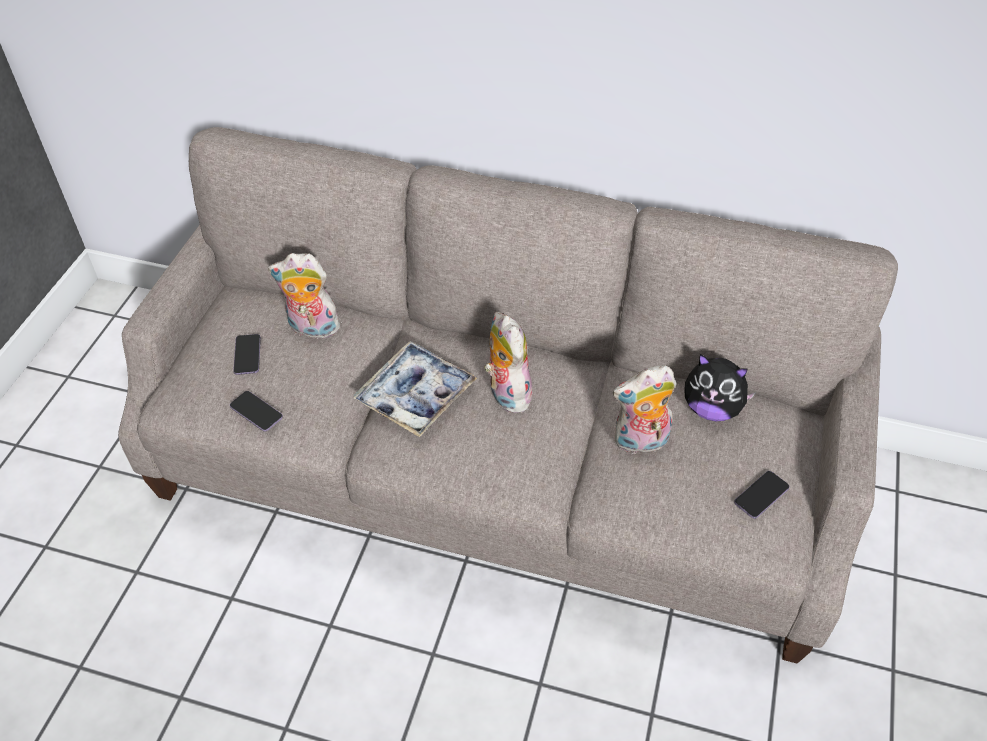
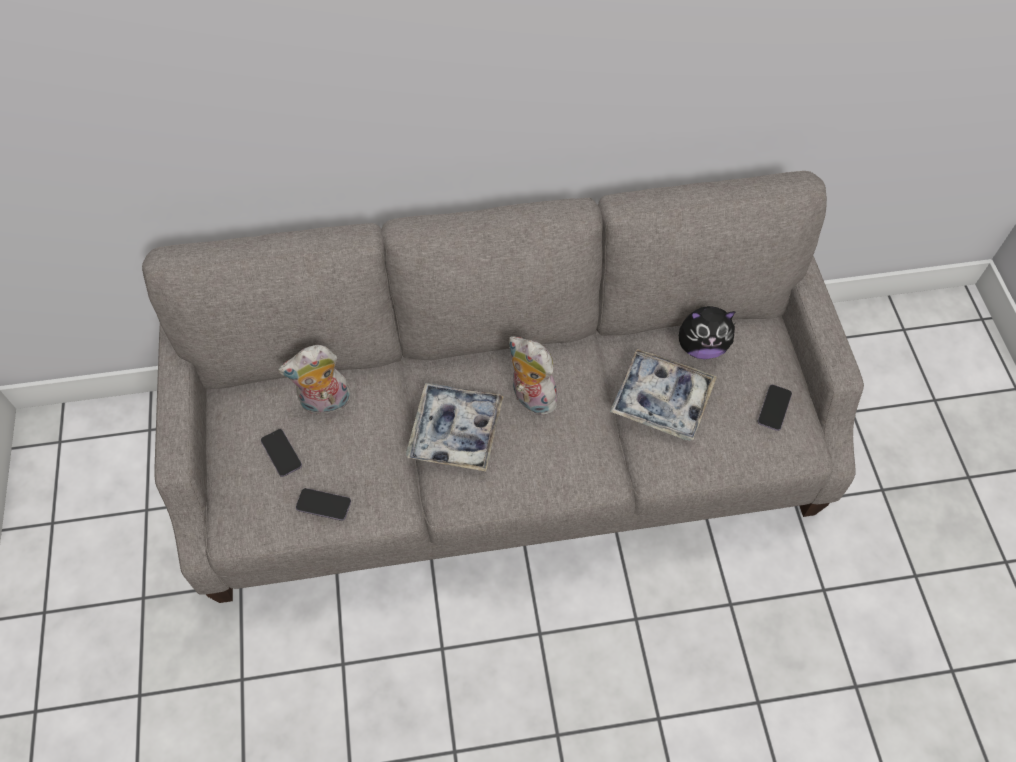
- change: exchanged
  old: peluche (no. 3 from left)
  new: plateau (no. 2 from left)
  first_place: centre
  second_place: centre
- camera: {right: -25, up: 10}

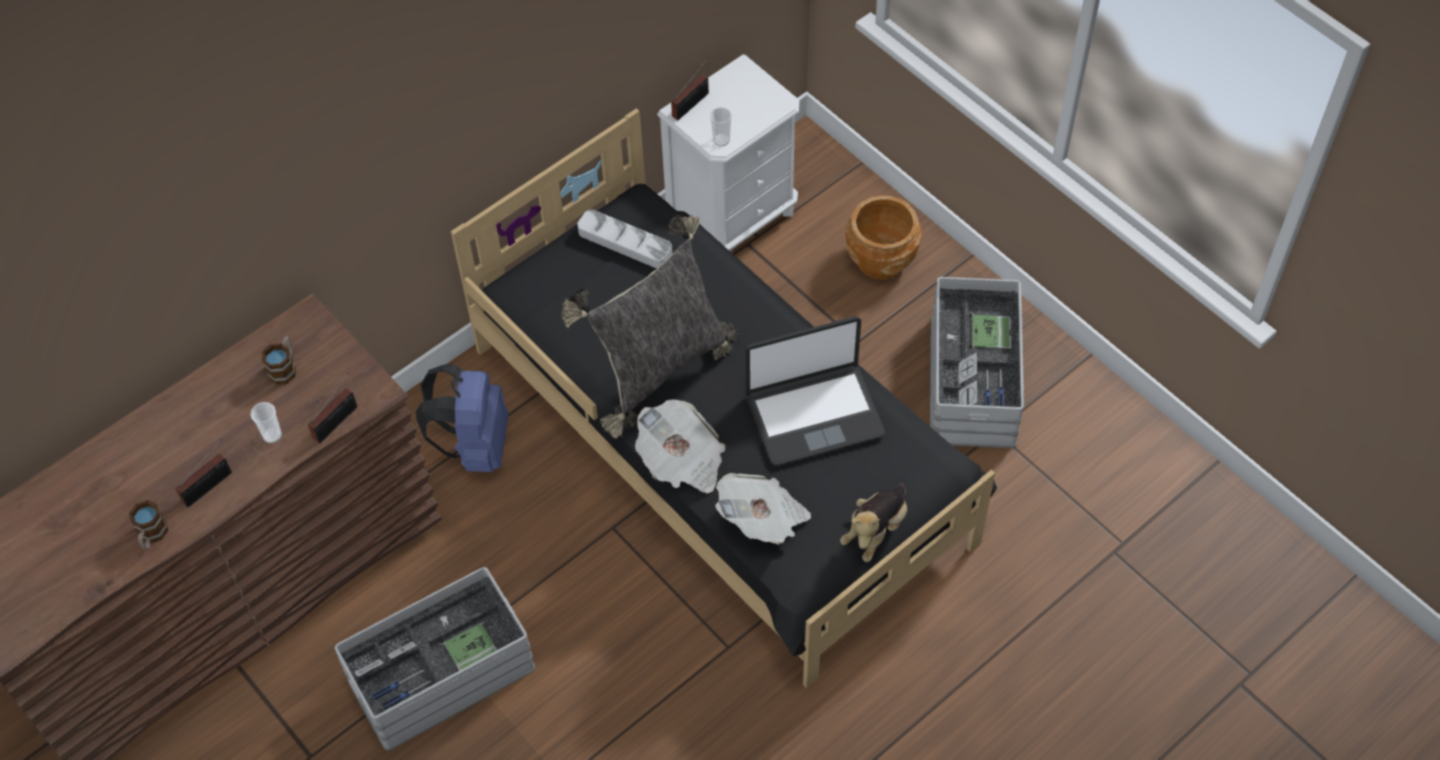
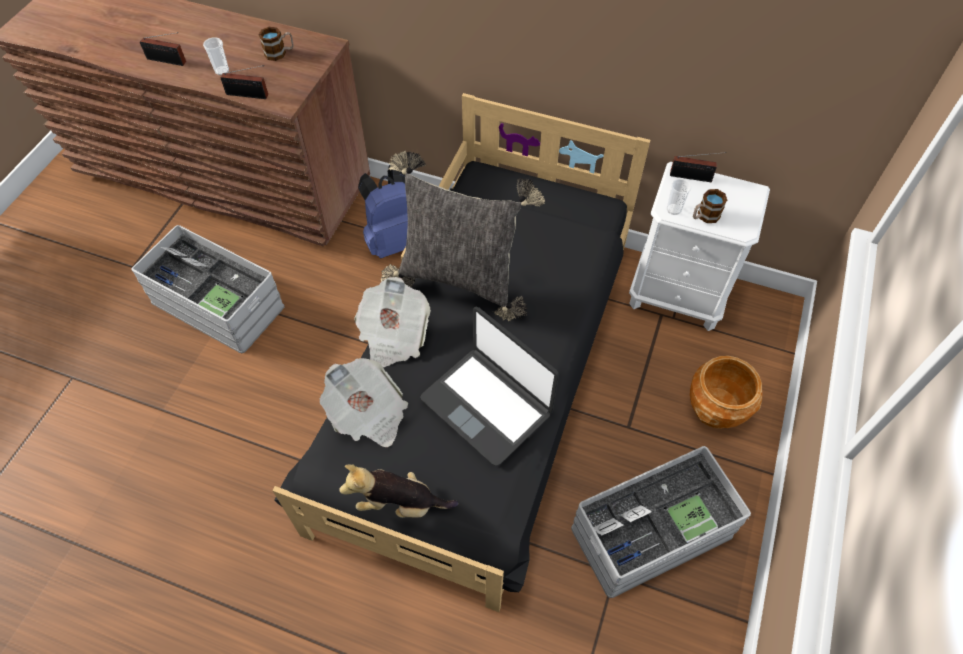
- change: missing
  old: plateau/gris
  first_place: top centre
- change: relocated
  old: mug (no. 1 from left in the first image)
  new: mug (no. 2 from left)
  first_place: bottom left
  second_place: top right
- camera: {right: 60, up: 0}

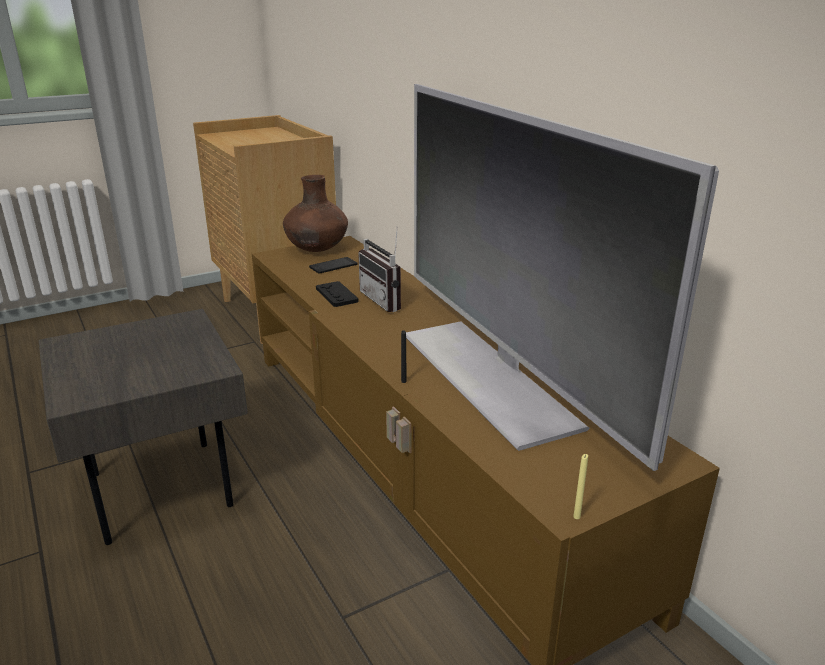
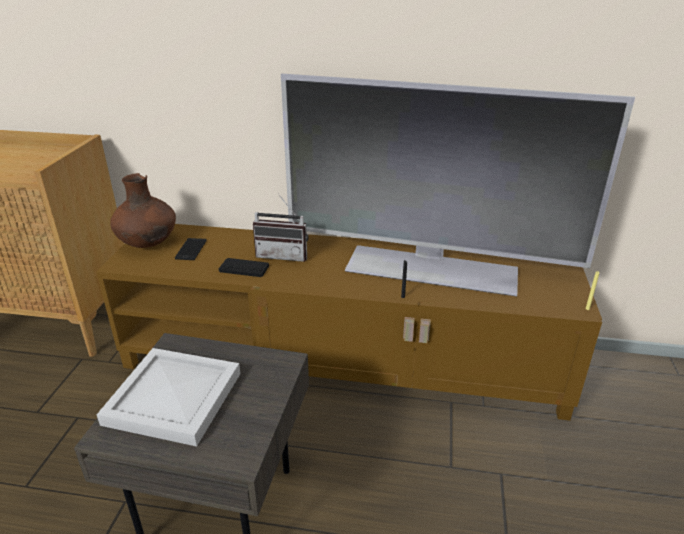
- change: appeared
  new: plateau/blanc
  second_place: bottom left
- camera: {right: -50, up: 5}

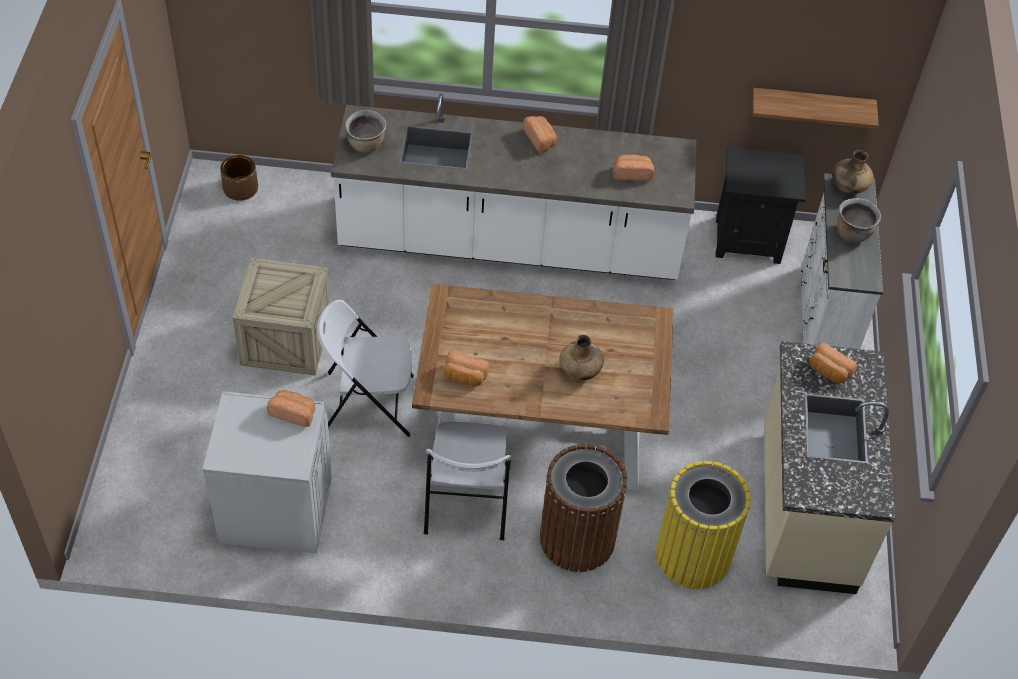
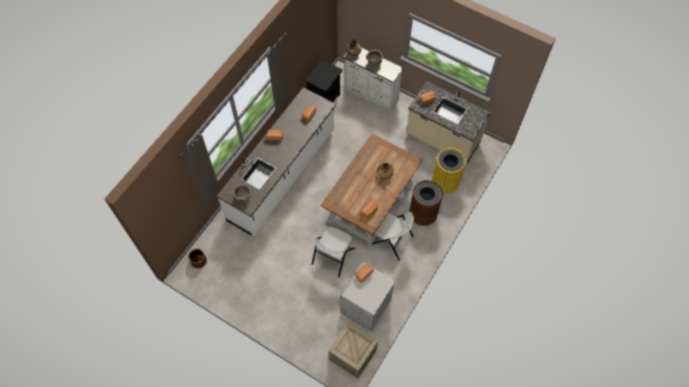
- change: missing
  old: étagère
  first_place: top right
- change: relocated
  old: caisse
  first_place: middle left
  second_place: bottom centre
- camera: {right: -60, up: 10}

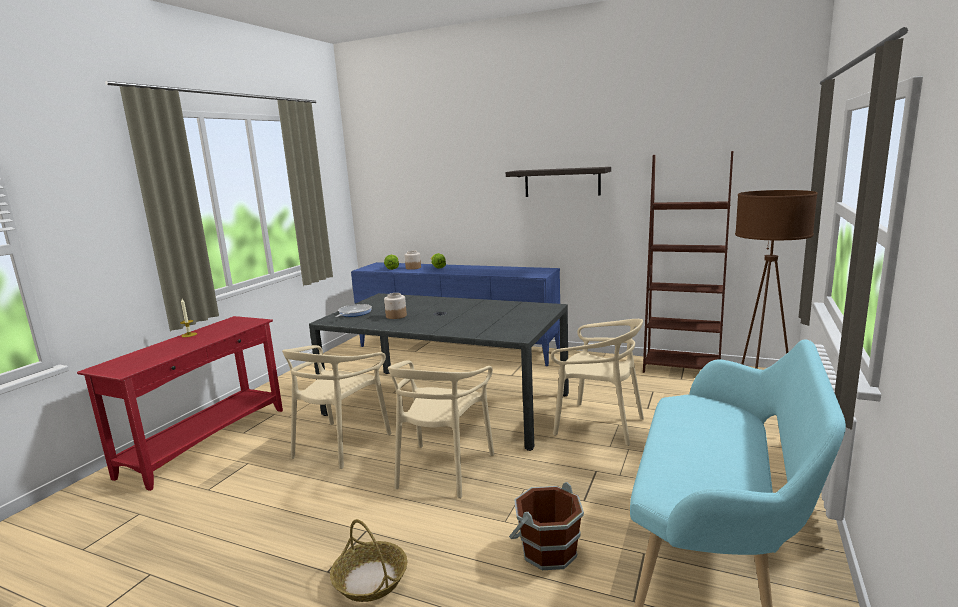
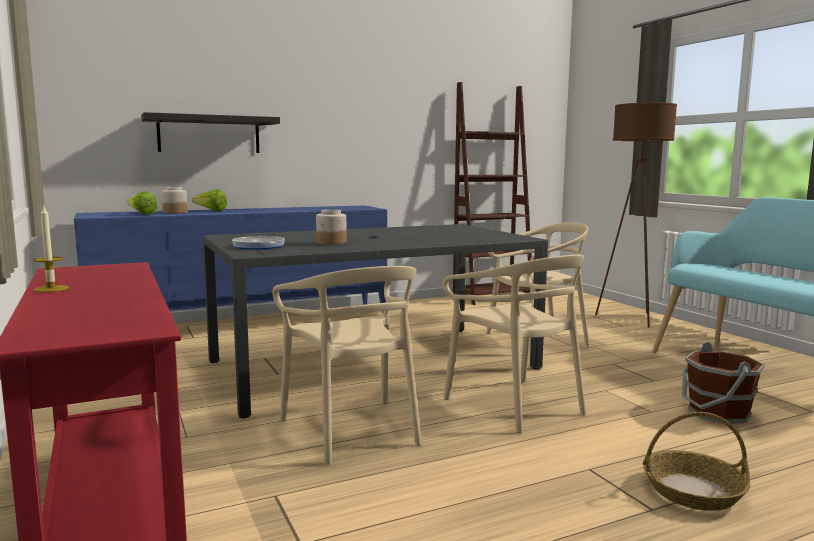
- change: relocated
  old: étagère
  first_place: top centre
  second_place: top left
- camera: {right: -50, up: -5}

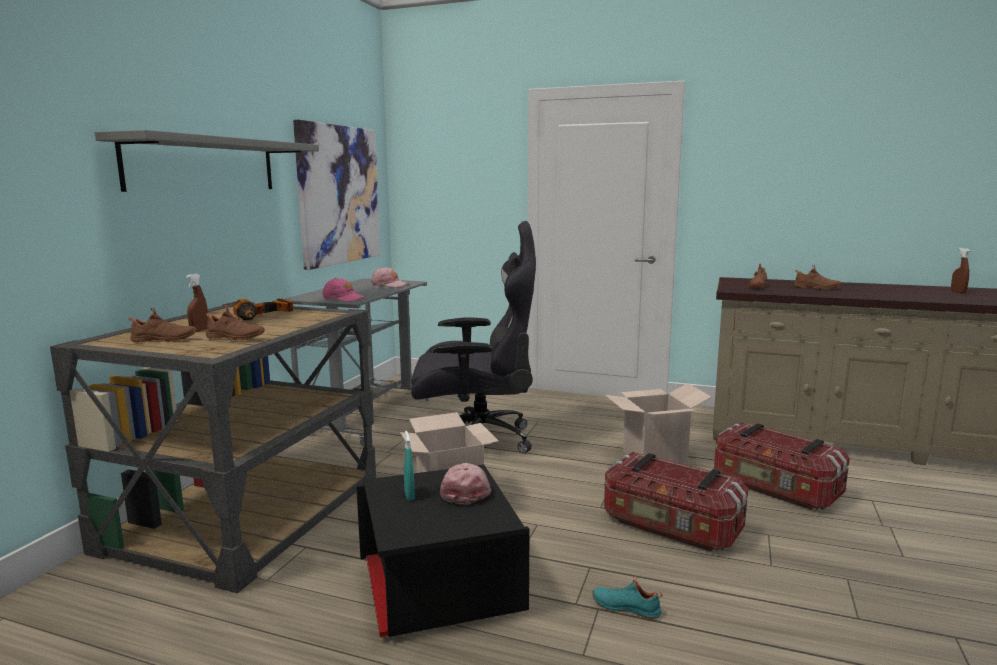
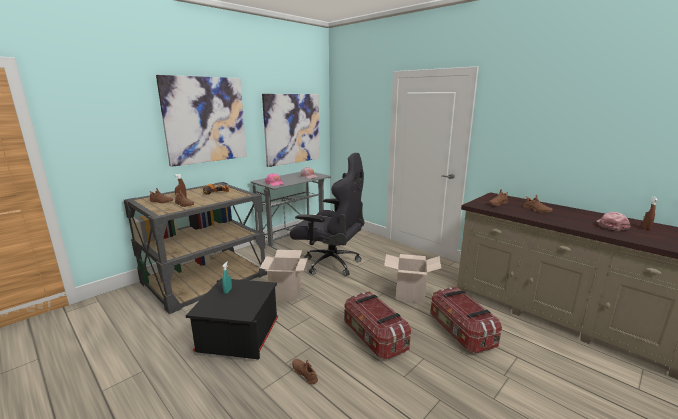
- change: exchanged
  old: étagère/gris
  new: tableau (no. 1 from left)
  first_place: top left
  second_place: top left
- change: relocated
  old: casquette/rose (no. 3 from left)
  first_place: bottom centre
  second_place: middle right
- change: colour
  old: chaussure/turquoise
  new: chaussure/marron (no. 3 from left)
  first_place: bottom centre
  second_place: bottom centre
- camera: {right: 25, up: 5}

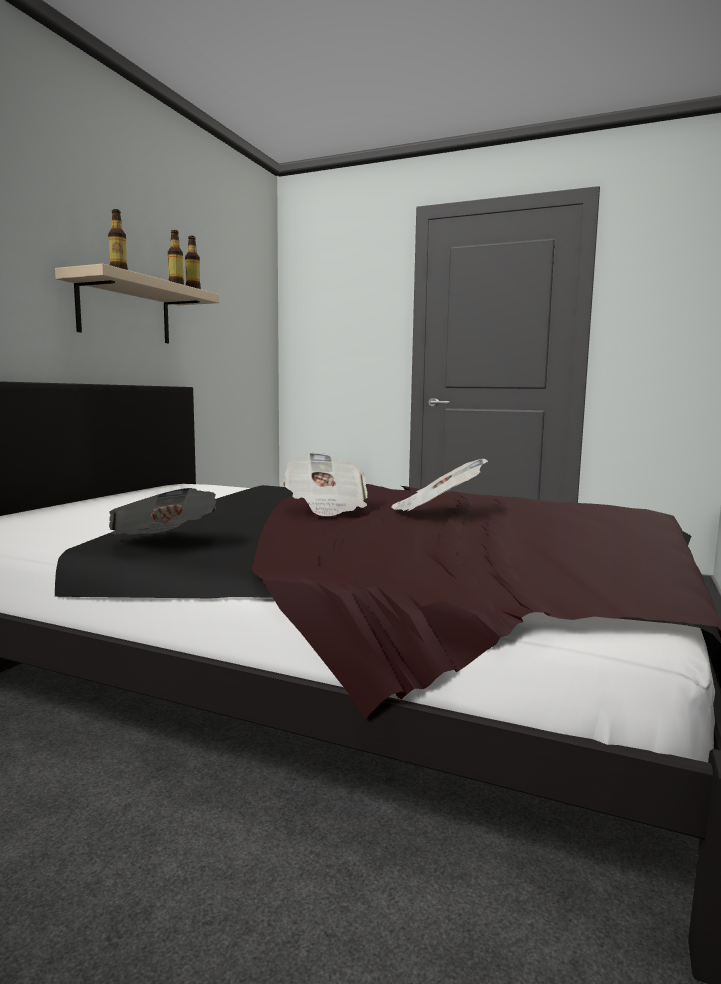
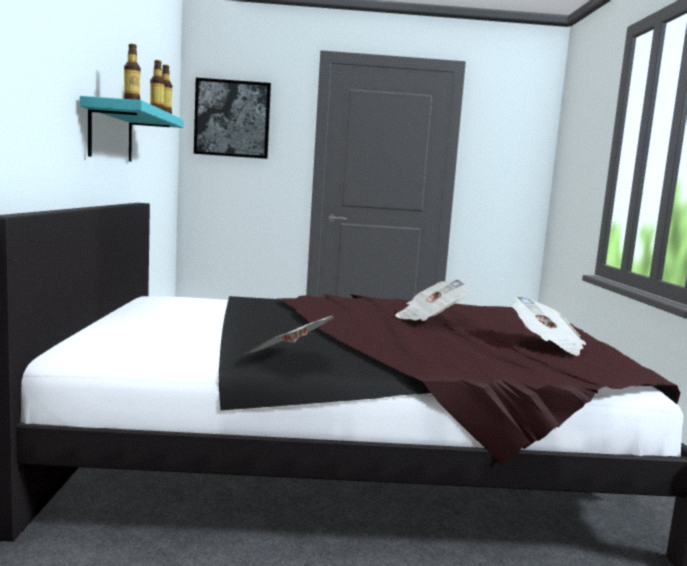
- change: colour
  old: étagère/beige
  new: étagère/turquoise
  first_place: top left
  second_place: top left
- change: relocated
  old: journal (no. 2 from left in the first image)
  new: journal (no. 3 from left)
  first_place: centre
  second_place: middle right
- change: appeared
  new: tableau
  second_place: top centre
- camera: {right: -25, up: 0}

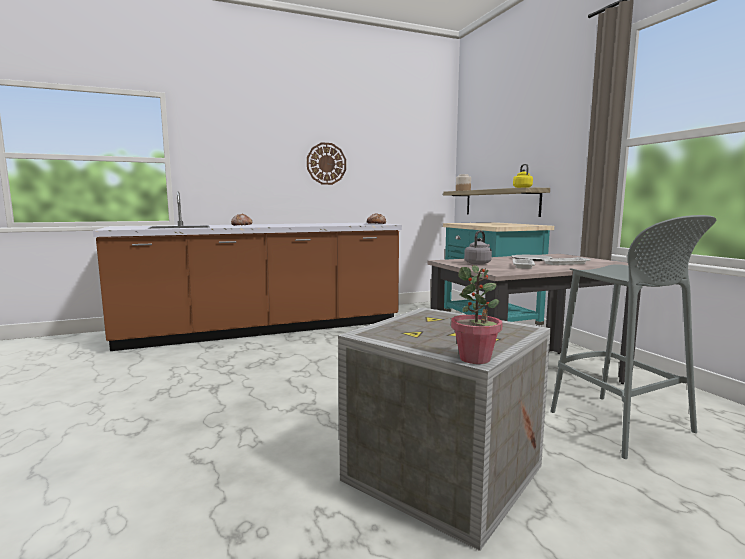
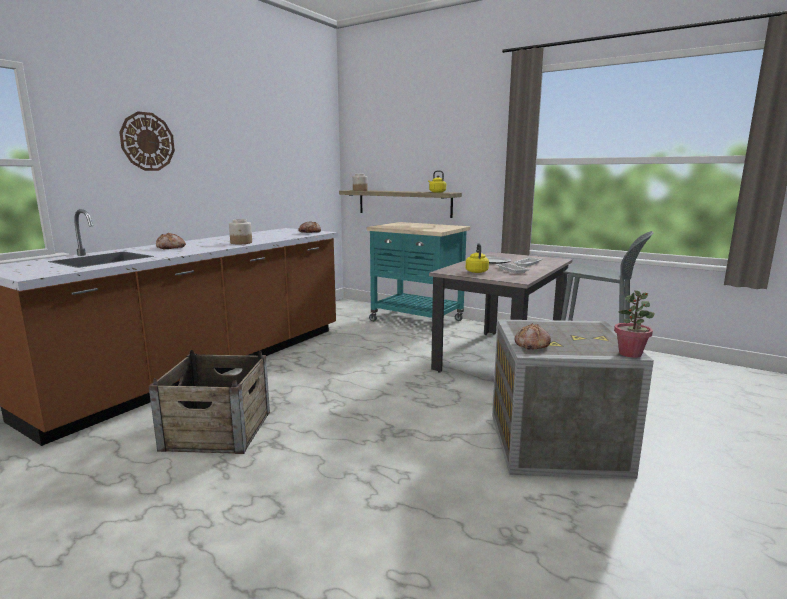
- change: relocated
  old: horloge murale
  first_place: top centre
  second_place: top left
- change: colour
  old: bouilloire/gris
  new: bouilloire/jaune (no. 2 from left)
  first_place: centre
  second_place: centre
- change: appeared
  new: bocal (no. 1 from left)
  second_place: middle left
- change: appeared
  new: pain (no. 3 from left)
  second_place: middle right
- change: appeared
  new: caisse (no. 1 from left)
  second_place: bottom left
- camera: {right: -35, up: 5}

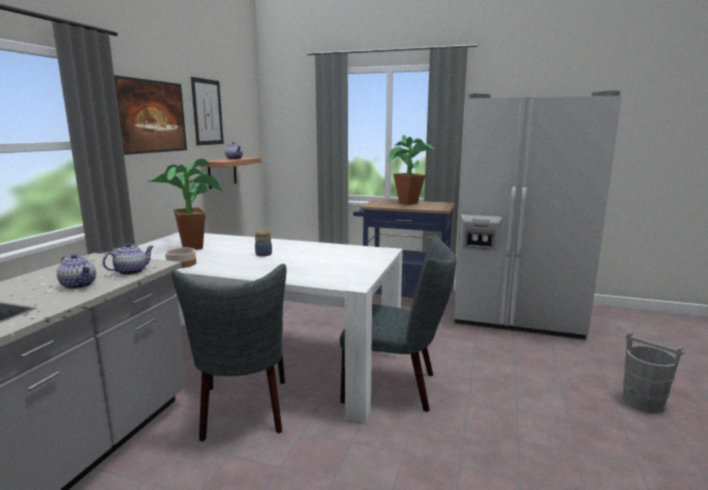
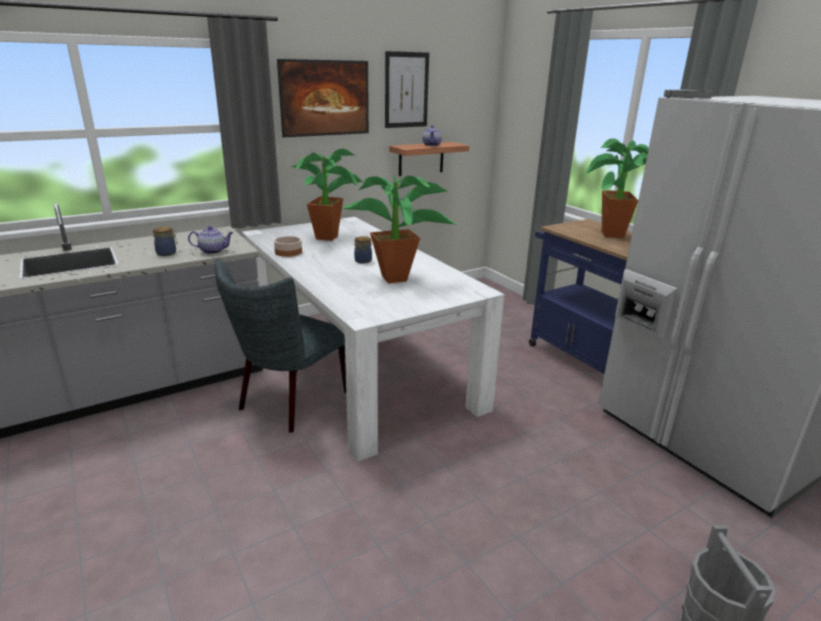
- change: missing
  old: chaise/gris (no. 2 from left)
  first_place: centre
- change: exchanged
  old: théière (no. 1 from left)
  new: bocal (no. 1 from left)
  first_place: middle left
  second_place: middle left
- change: appeared
  new: plante en pot (no. 2 from left)
  second_place: centre
- camera: {right: 40, up: 10}

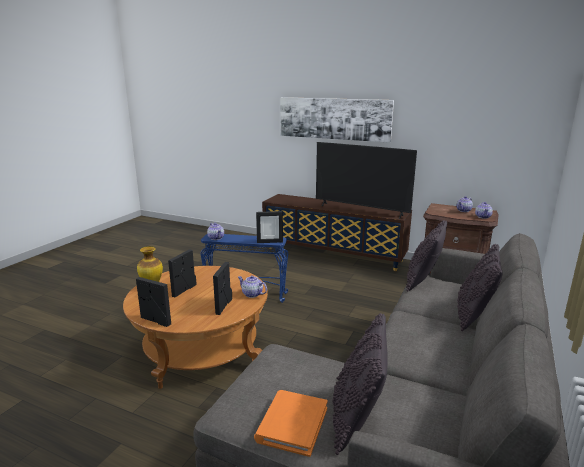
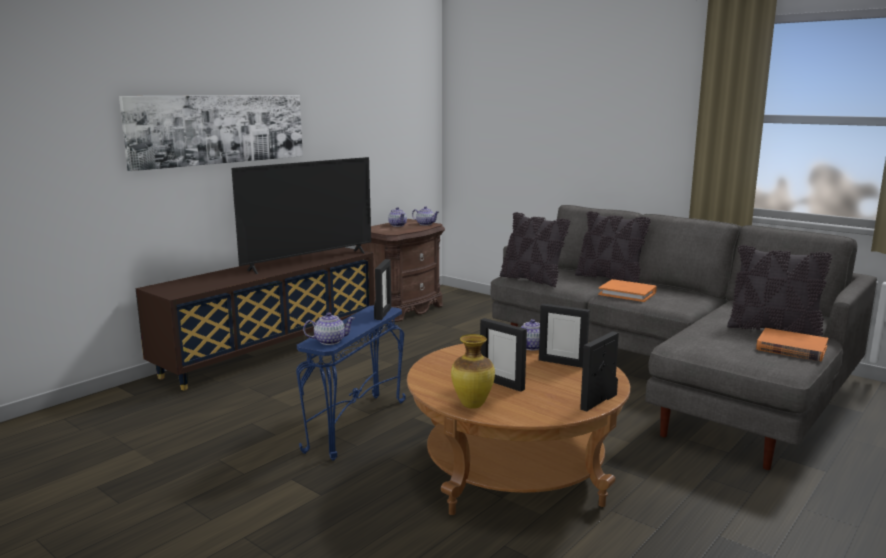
- change: appeared
  new: livre/orange (no. 1 from left)
  second_place: middle right
- camera: {right: -75, up: -5}

